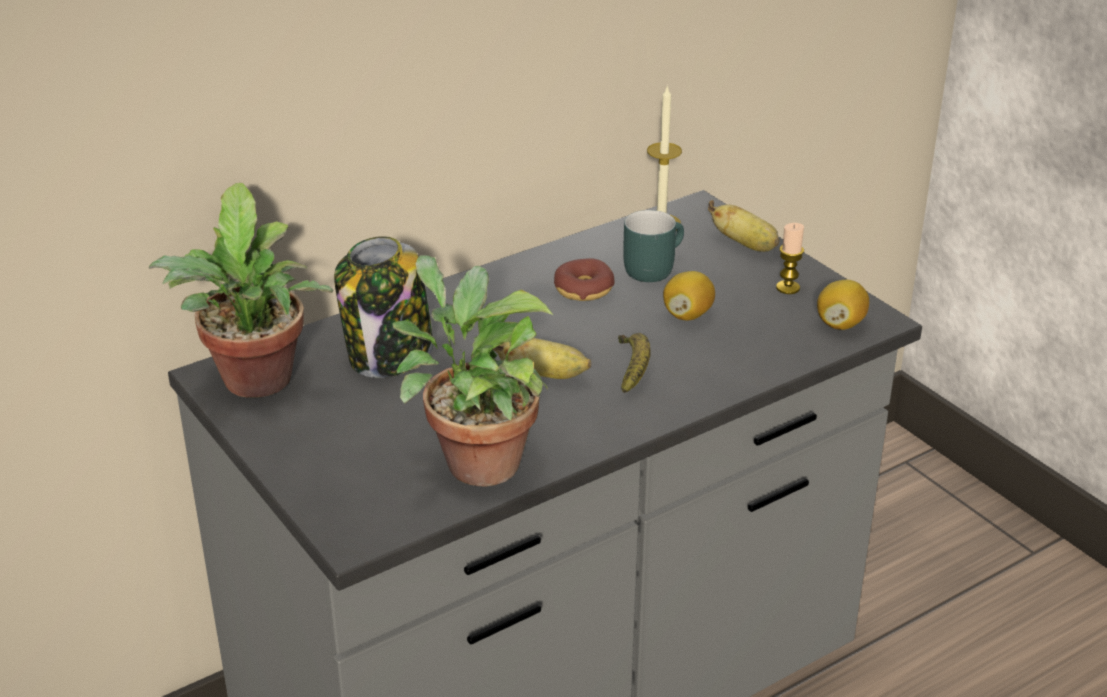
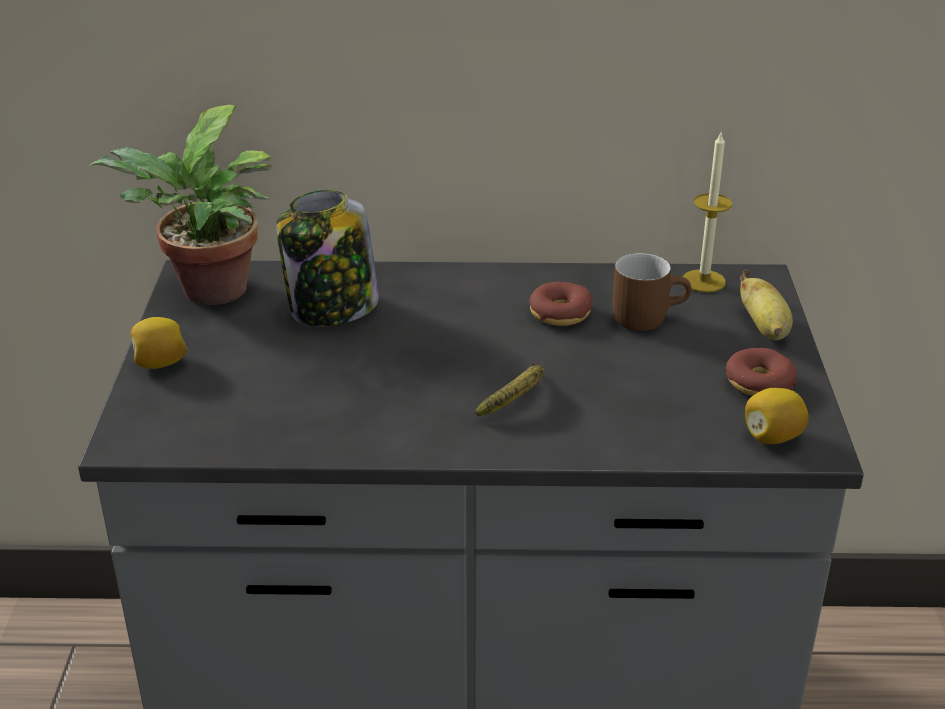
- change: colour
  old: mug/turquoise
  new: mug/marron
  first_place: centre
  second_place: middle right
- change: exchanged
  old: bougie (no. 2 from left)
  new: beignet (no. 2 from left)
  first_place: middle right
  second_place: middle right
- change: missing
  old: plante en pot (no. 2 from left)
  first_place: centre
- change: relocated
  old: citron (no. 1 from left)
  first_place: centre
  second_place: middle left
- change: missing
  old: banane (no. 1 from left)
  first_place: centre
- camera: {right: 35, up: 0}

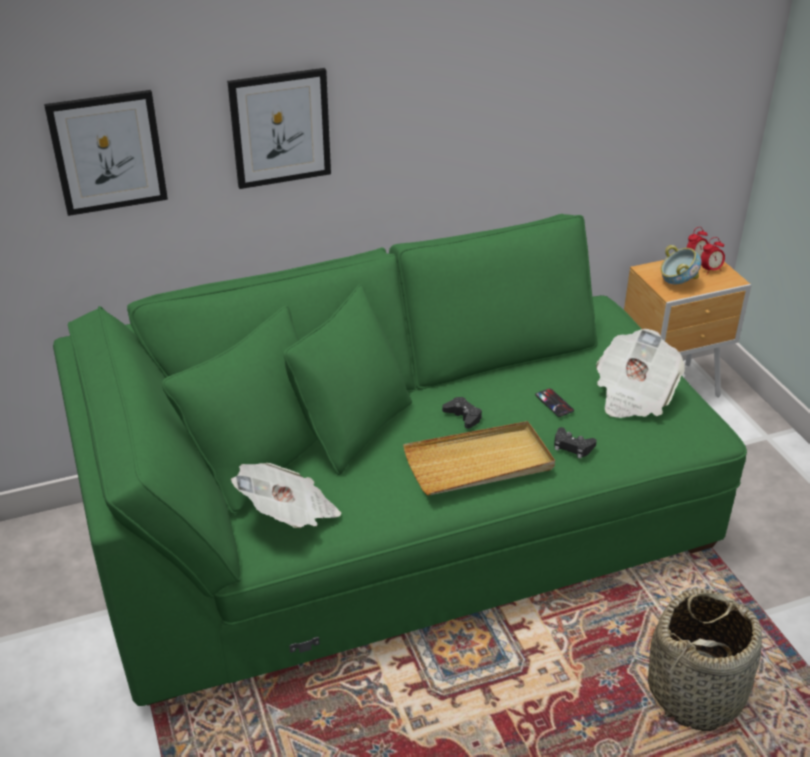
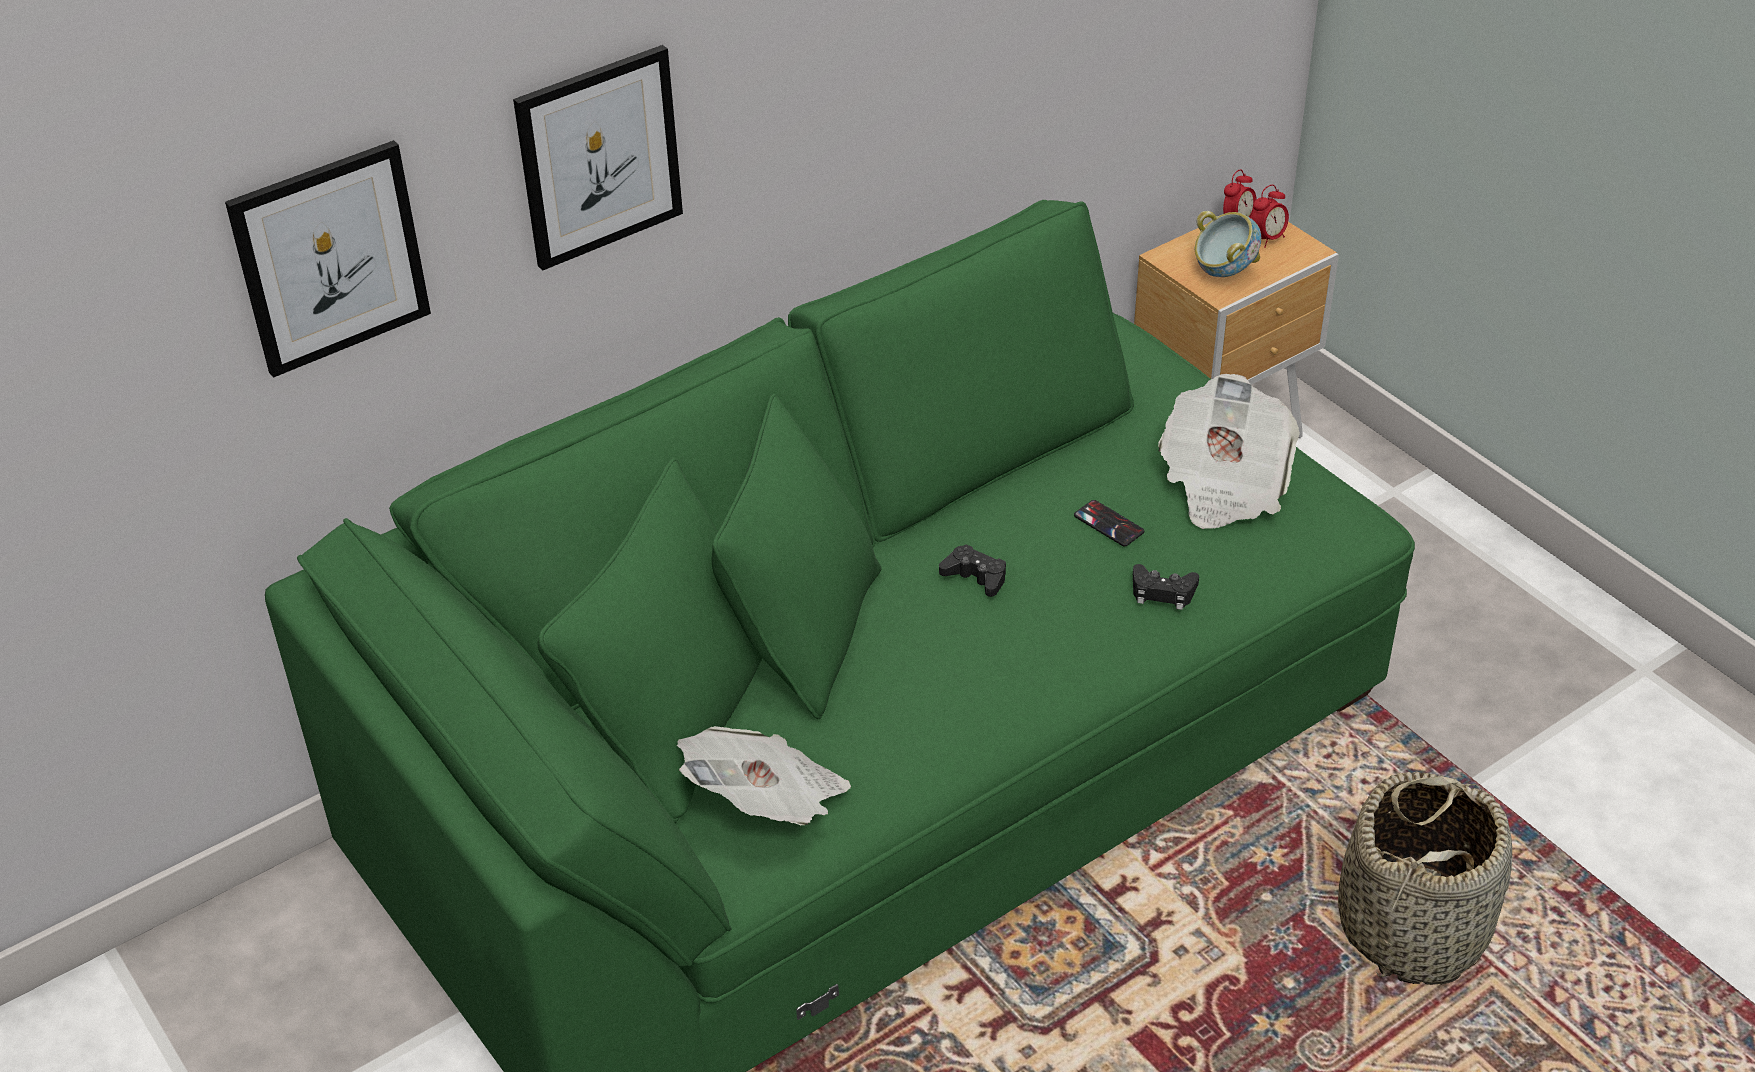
- change: missing
  old: plateau/beige
  first_place: centre
- camera: {right: -15, up: 5}

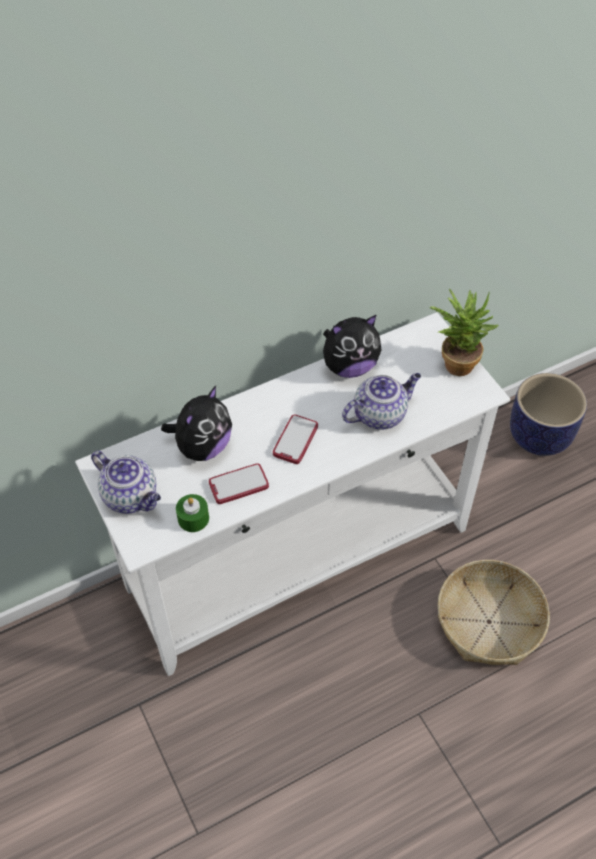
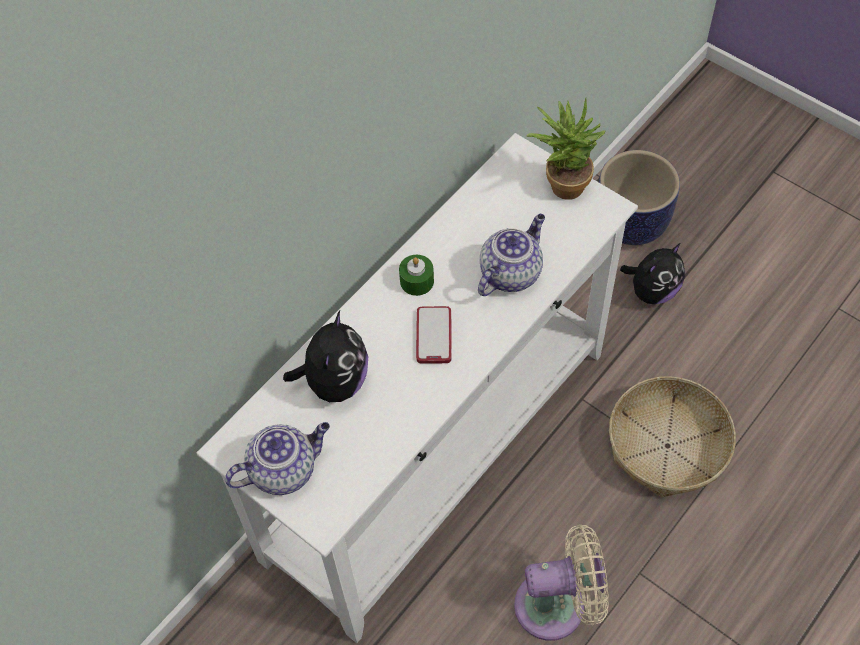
- change: relocated
  old: peluche (no. 2 from left)
  first_place: centre
  second_place: middle right
- change: spun
  old: théière (no. 1 from left)
  first_place: middle left
  second_place: bottom left
  degrees: -45
- change: missing
  old: téléphone (no. 1 from left)
  first_place: centre
- change: relocated
  old: bougie/vert
  first_place: middle left
  second_place: centre
- change: appeared
  new: ventilateur/beige
  second_place: bottom centre
- camera: {right: -20, up: 5}

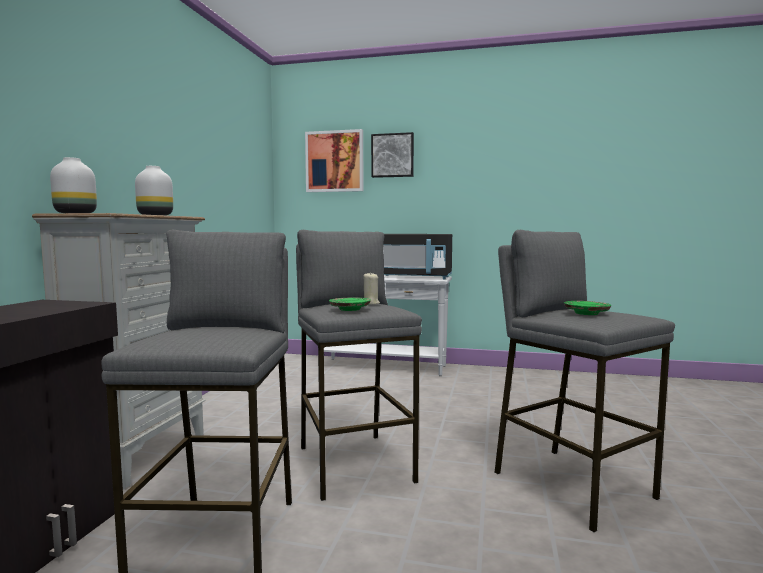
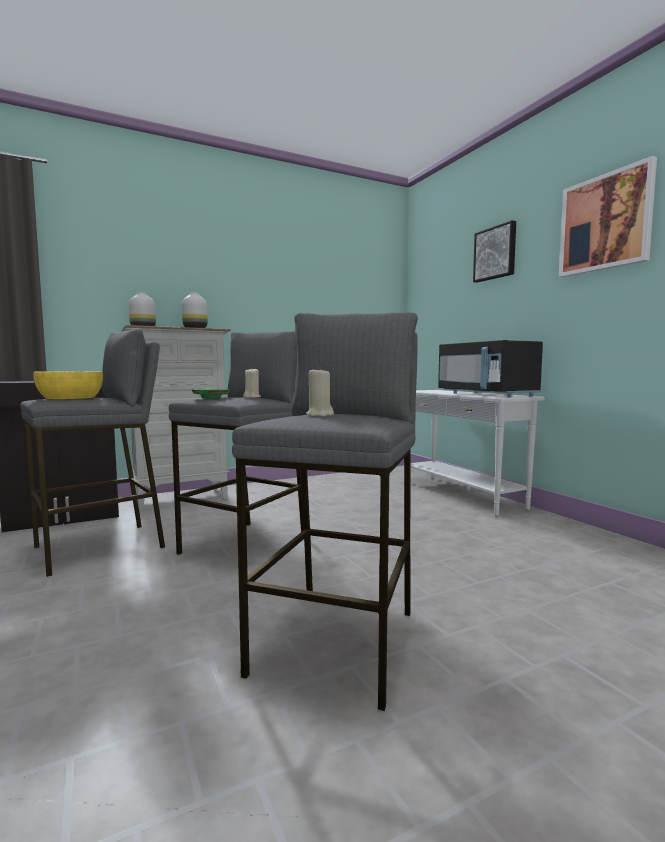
- change: relocated
  old: tableau (no. 1 from left in the first image)
  new: tableau (no. 2 from left)
  first_place: top centre
  second_place: top right
- change: exchanged
  old: assiette/vert (no. 2 from left)
  new: bougie/beige (no. 2 from left)
  first_place: middle right
  second_place: centre
- change: appeared
  new: bol/jaune
  second_place: middle left
- camera: {right: 50, up: 0}

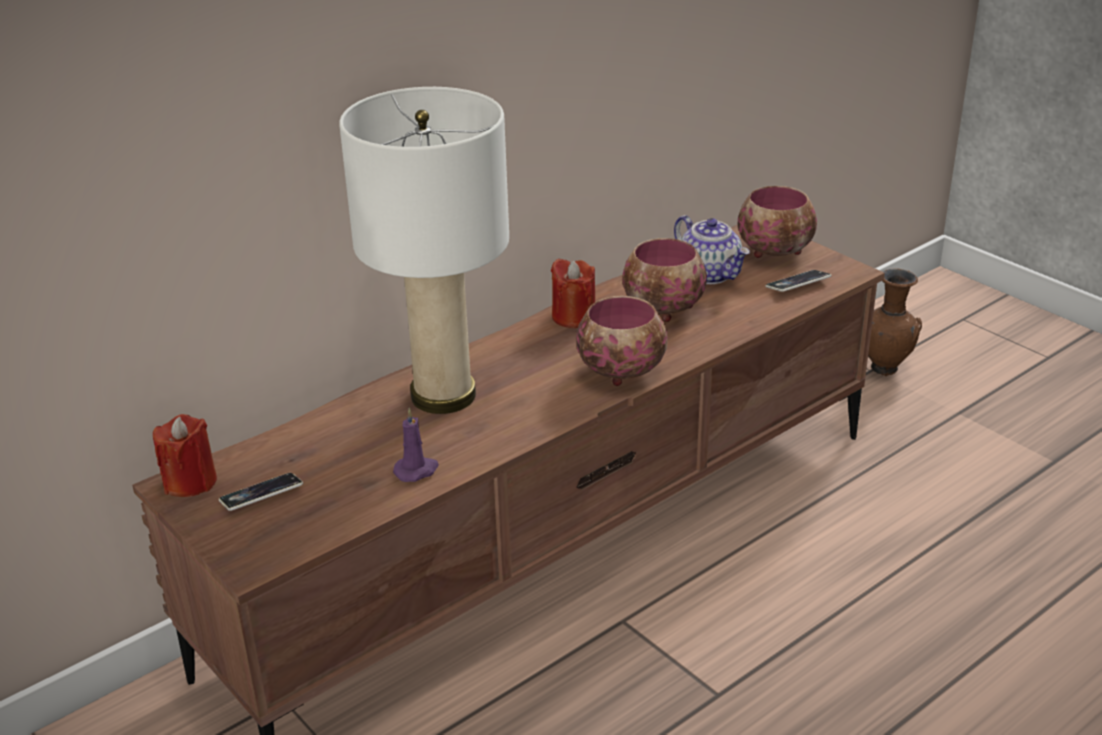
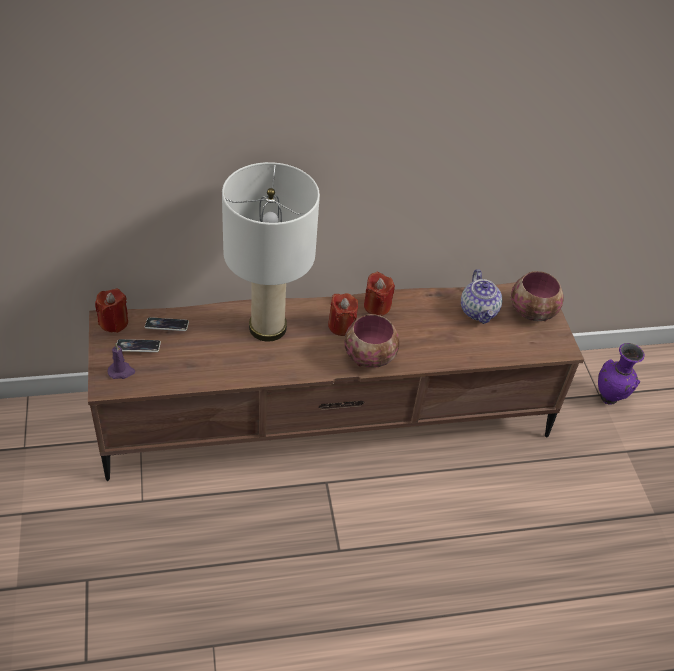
- change: missing
  old: bol (no. 2 from left)
  first_place: centre
- change: colour
  old: vase/marron
  new: vase/violet
  first_place: middle right
  second_place: middle right
- change: relocated
  old: téléphone (no. 2 from left)
  first_place: middle right
  second_place: middle left
- change: relocated
  old: bougie/violet
  first_place: centre
  second_place: middle left
- change: appeared
  new: bougie/rouge (no. 2 from left)
  second_place: centre
- camera: {right: 25, up: 15}

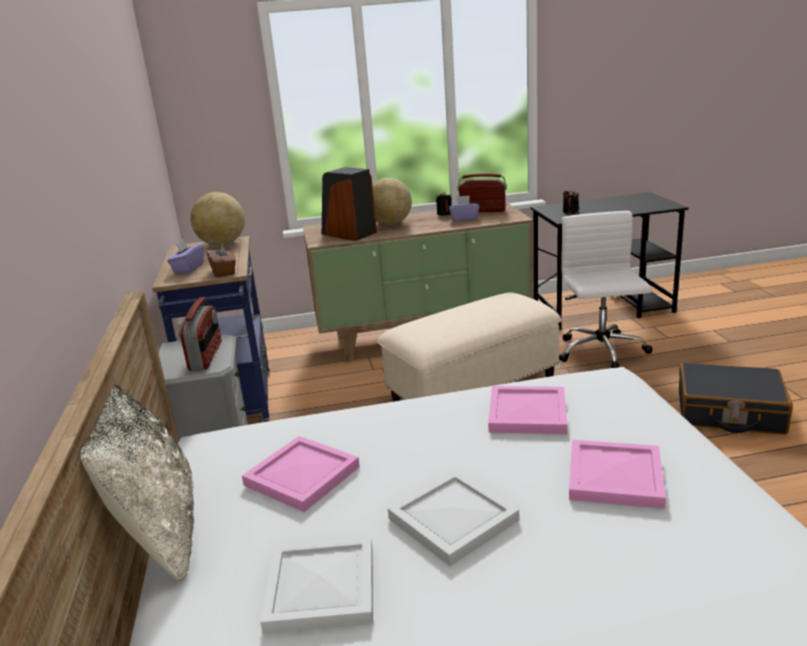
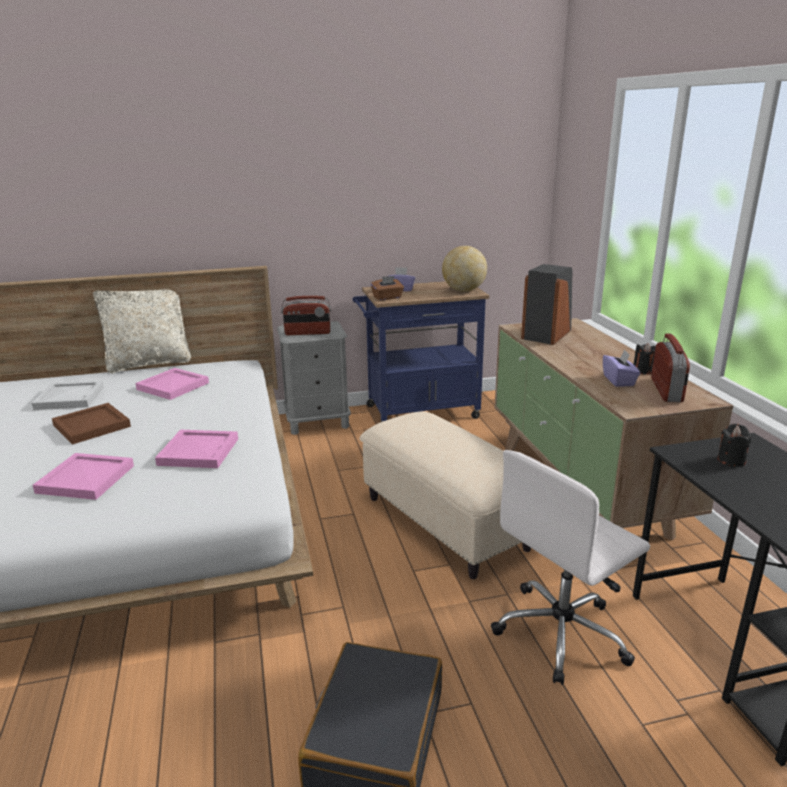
- change: missing
  old: globe (no. 2 from left)
  first_place: top centre
- change: spun
  old: chaise de bureau/blanc
  first_place: middle right
  second_place: bottom right
  degrees: 150
- change: colour
  old: plateau/blanc (no. 2 from left)
  new: plateau/marron
  first_place: bottom centre
  second_place: middle left
- camera: {right: 85, up: 0}

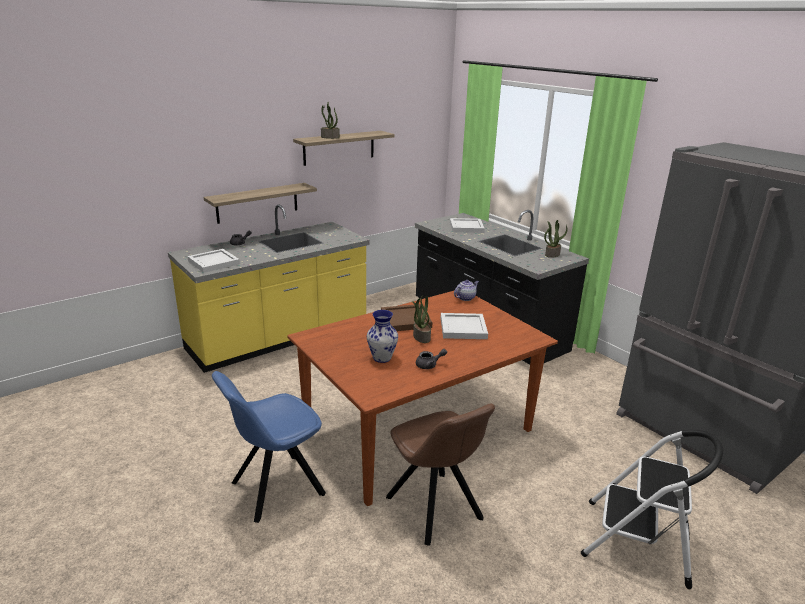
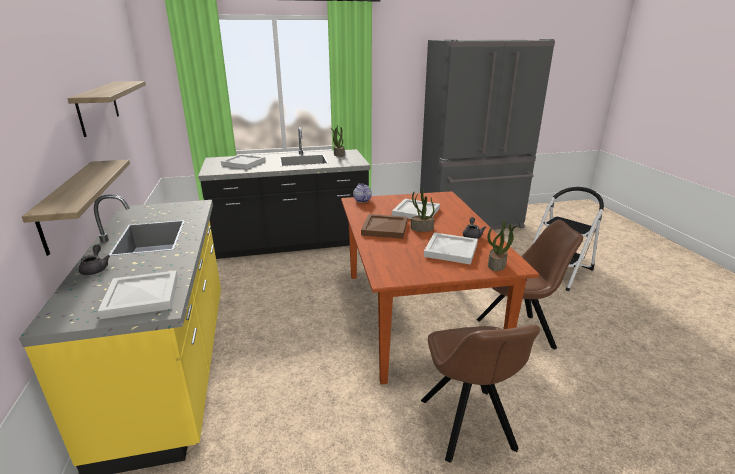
- change: relocated
  old: plante en pot (no. 1 from left in the first image)
  new: plante en pot (no. 3 from left)
  first_place: top centre
  second_place: middle right
- change: exchanged
  old: vase
  new: plateau/blanc (no. 4 from left)
  first_place: centre
  second_place: centre
- change: colour
  old: chaise/bleu
  new: chaise/marron (no. 1 from left)
  first_place: bottom centre
  second_place: bottom centre
- camera: {right: -65, up: 0}

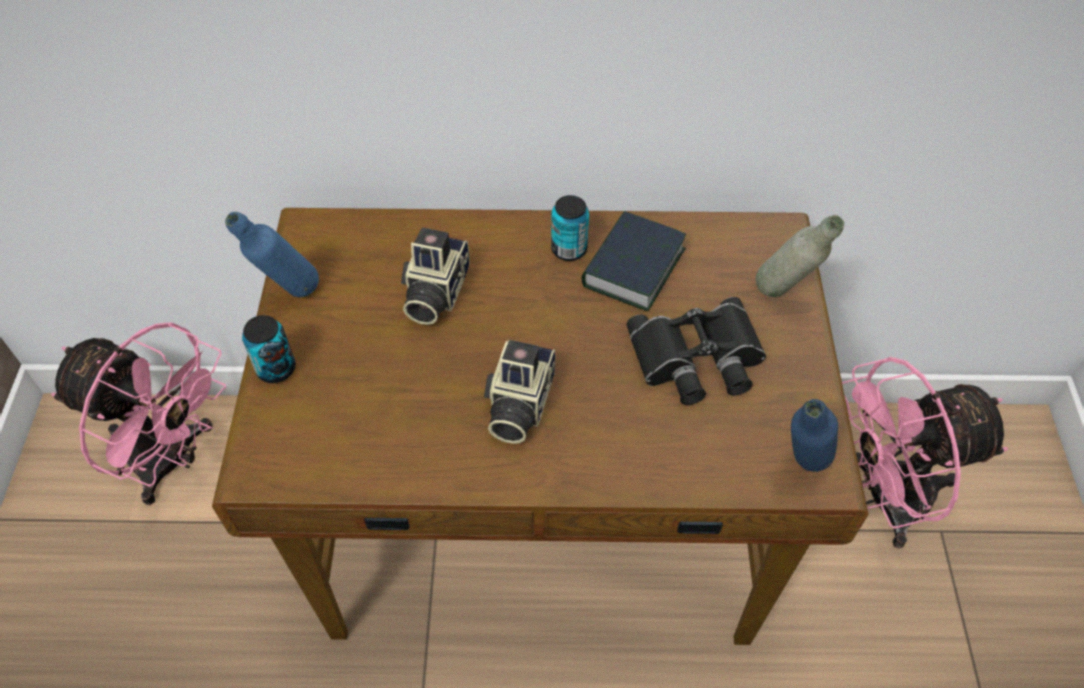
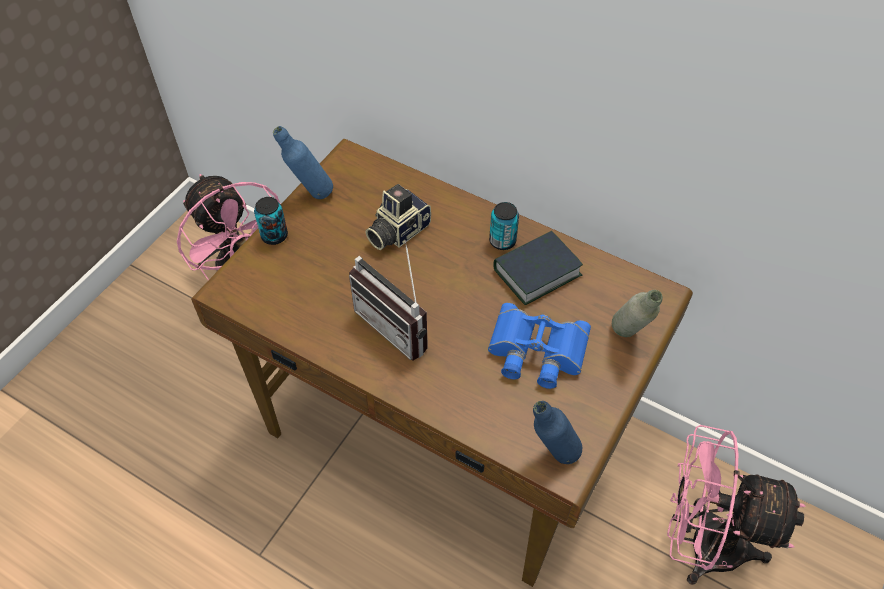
- change: colour
  old: jumelles/noir
  new: jumelles/bleu
  first_place: centre
  second_place: centre
- change: exchanged
  old: appareil photo (no. 2 from left)
  new: radio
  first_place: centre
  second_place: centre
- camera: {right: 30, up: 0}

